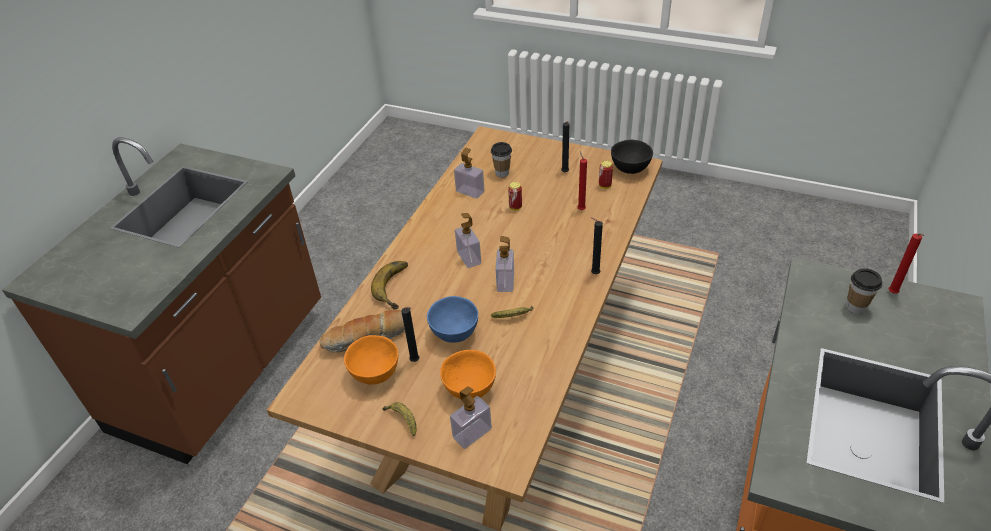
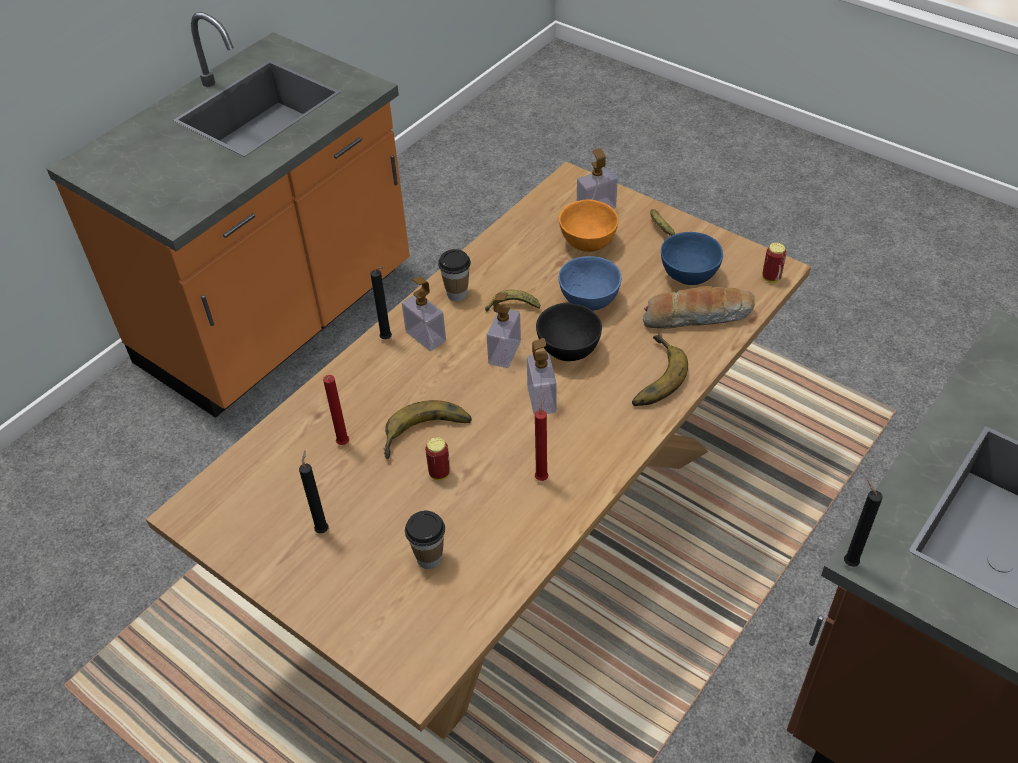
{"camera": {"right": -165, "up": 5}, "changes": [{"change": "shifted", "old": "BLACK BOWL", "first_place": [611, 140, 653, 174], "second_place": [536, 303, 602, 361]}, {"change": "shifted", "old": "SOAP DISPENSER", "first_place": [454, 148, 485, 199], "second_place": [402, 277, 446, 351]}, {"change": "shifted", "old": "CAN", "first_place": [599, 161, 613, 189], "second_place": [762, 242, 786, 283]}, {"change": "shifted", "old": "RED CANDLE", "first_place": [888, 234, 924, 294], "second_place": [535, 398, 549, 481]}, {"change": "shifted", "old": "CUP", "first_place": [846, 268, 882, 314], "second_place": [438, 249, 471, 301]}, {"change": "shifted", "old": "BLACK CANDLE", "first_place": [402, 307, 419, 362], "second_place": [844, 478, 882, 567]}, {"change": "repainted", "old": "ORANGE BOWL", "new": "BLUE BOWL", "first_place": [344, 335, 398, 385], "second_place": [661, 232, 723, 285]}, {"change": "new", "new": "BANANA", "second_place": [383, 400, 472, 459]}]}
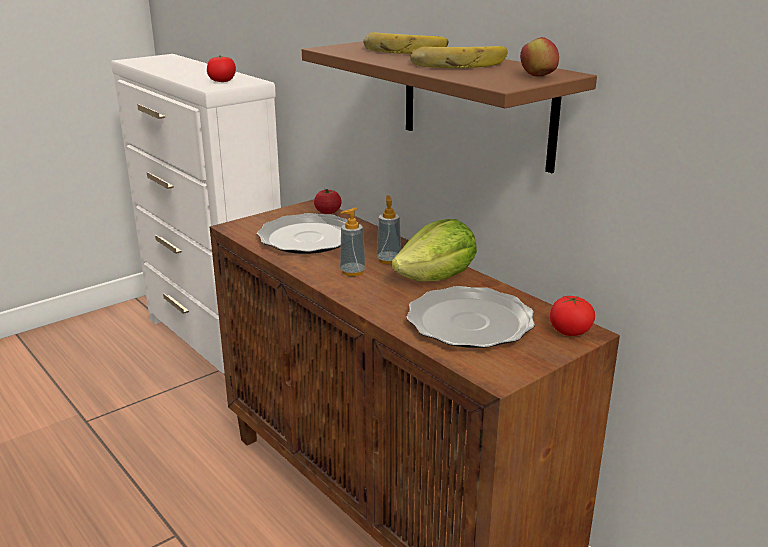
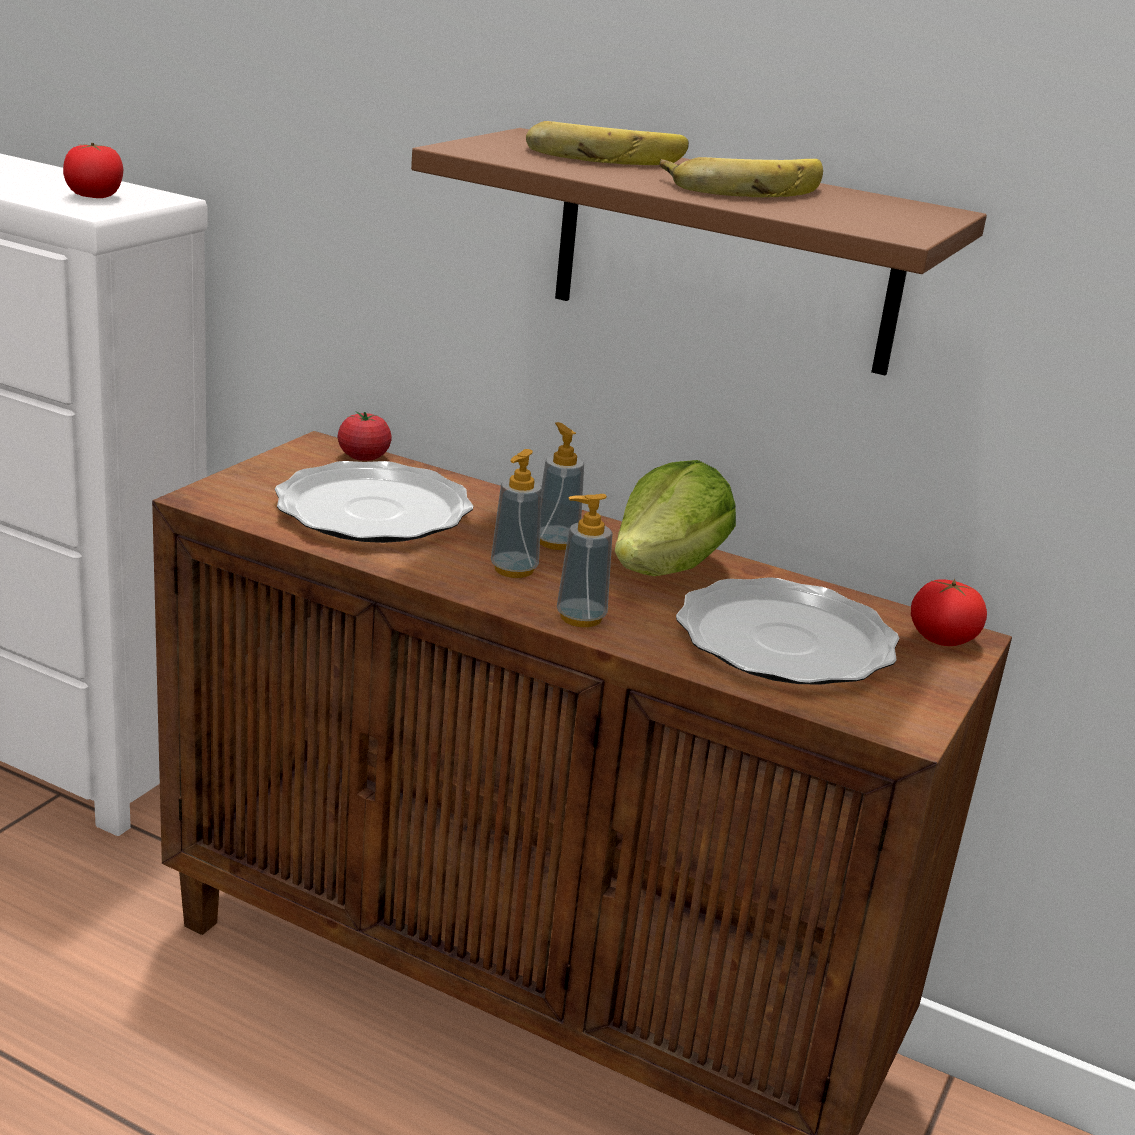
{"camera": {"right": -25, "up": 0}, "changes": [{"change": "gone", "old": "APPLE", "first_place": [520, 37, 559, 76]}, {"change": "new", "new": "SOAP DISPENSER", "second_place": [557, 494, 613, 627]}]}
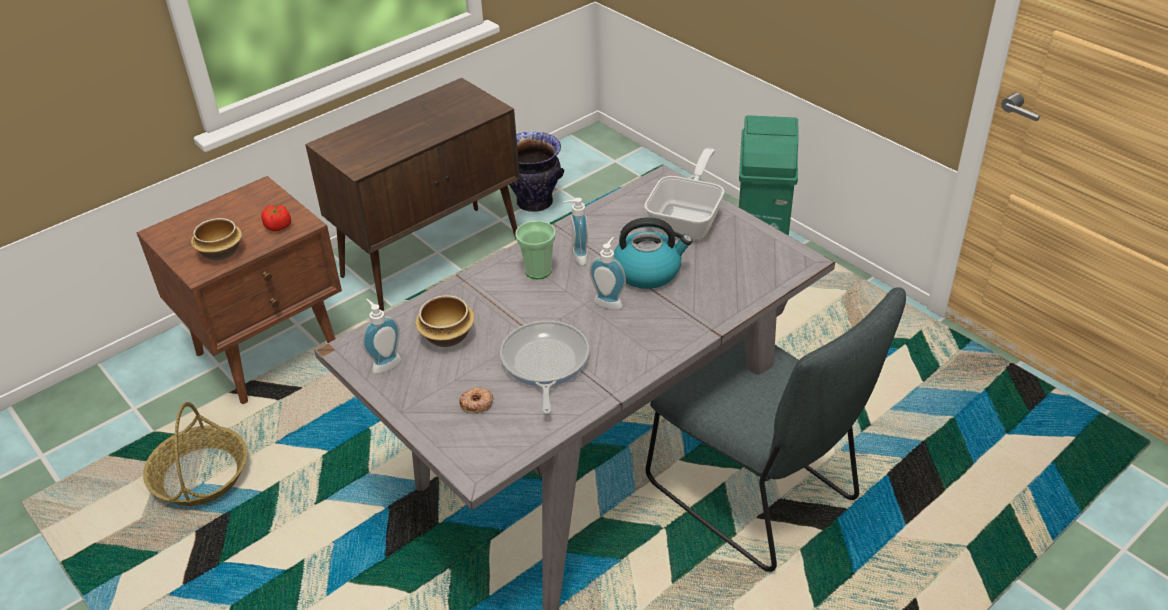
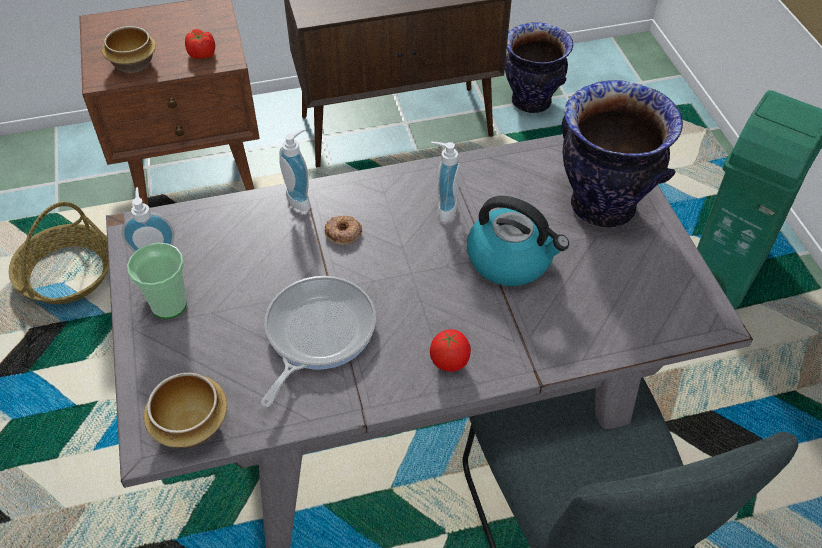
{"camera": {"right": 25, "up": 10}, "changes": [{"change": "swapped", "old": "FRYING PAN", "new": "VASE", "first_place": [644, 148, 724, 240], "second_place": [561, 80, 683, 228]}, {"change": "shifted", "old": "CUP", "first_place": [515, 221, 556, 279], "second_place": [127, 243, 187, 319]}, {"change": "shifted", "old": "SOAP DISPENSER", "first_place": [589, 237, 626, 310], "second_place": [279, 129, 311, 212]}, {"change": "shifted", "old": "BOWL", "first_place": [415, 295, 474, 347], "second_place": [144, 373, 227, 448]}, {"change": "shifted", "old": "DONUT", "first_place": [460, 387, 493, 414], "second_place": [325, 215, 362, 245]}, {"change": "new", "new": "TOMATO", "second_place": [430, 329, 471, 372]}]}
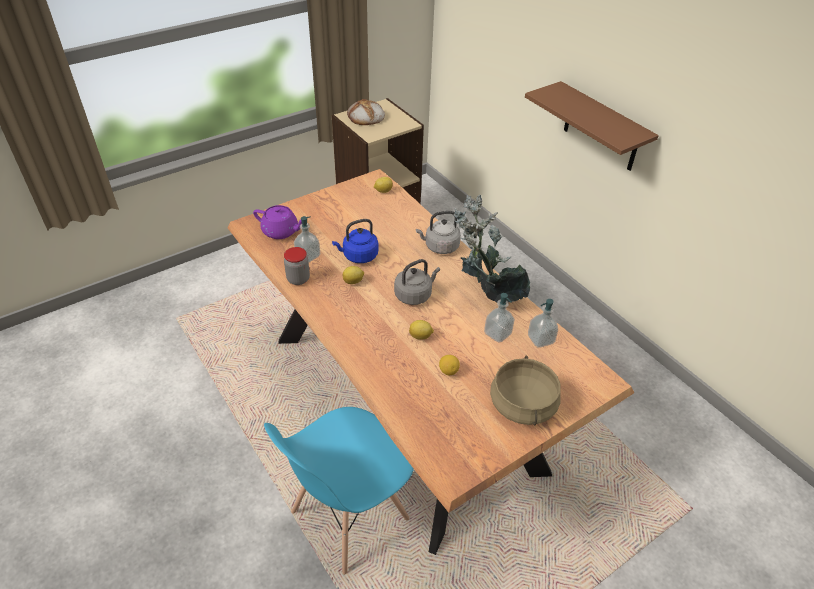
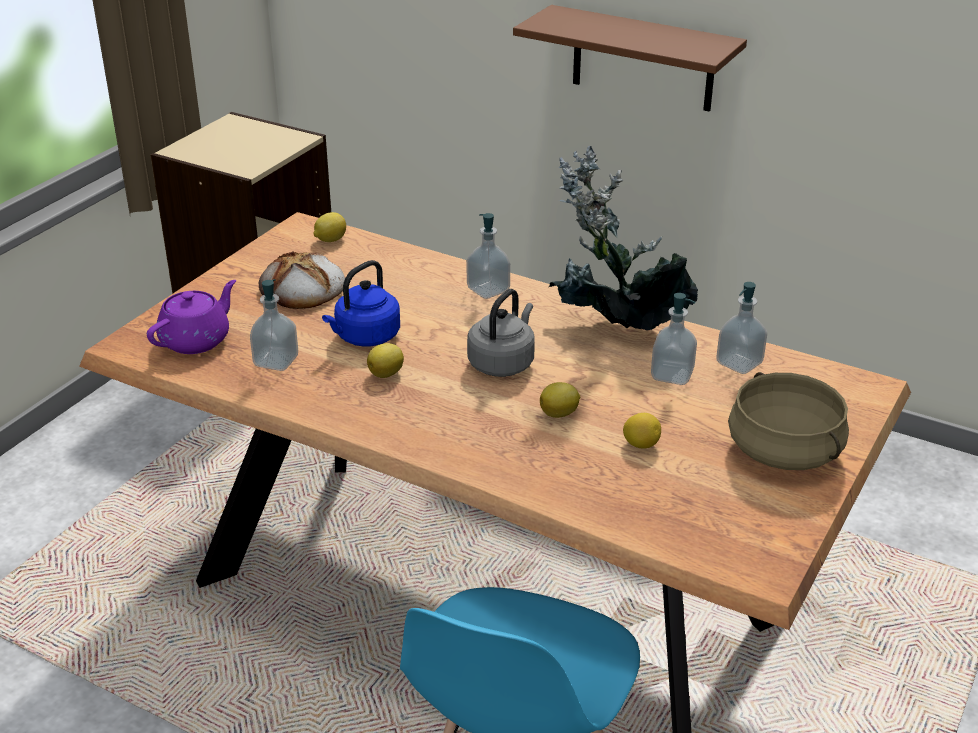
{"camera": {"right": -25, "up": -10}, "changes": [{"change": "shifted", "old": "BREAD", "first_place": [347, 99, 385, 125], "second_place": [259, 251, 345, 309]}, {"change": "rotated", "old": "PURPLE TEAPOT", "first_place": [253, 205, 302, 239], "second_place": [147, 280, 236, 354], "degrees": -45}, {"change": "swapped", "old": "GREY KETTLE", "new": "SOAP DISPENSER", "first_place": [416, 211, 461, 254], "second_place": [466, 213, 510, 299]}, {"change": "gone", "old": "JAR", "first_place": [284, 247, 310, 285]}]}
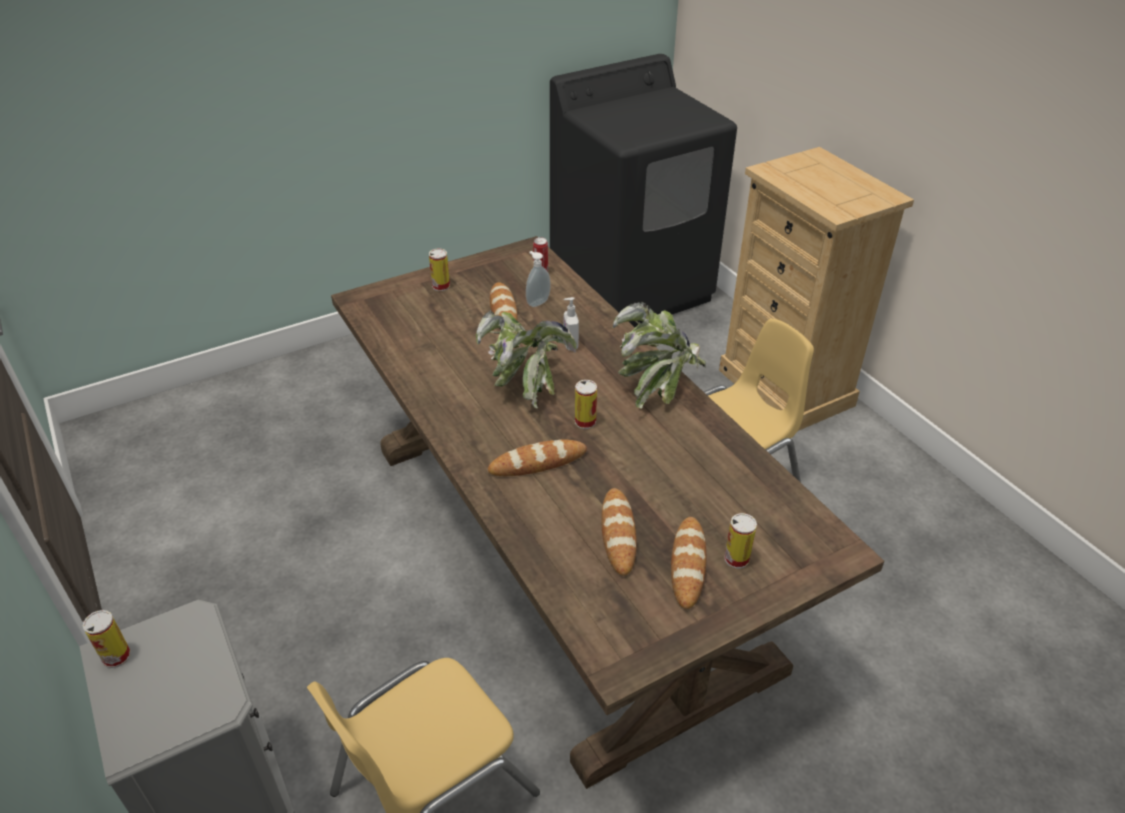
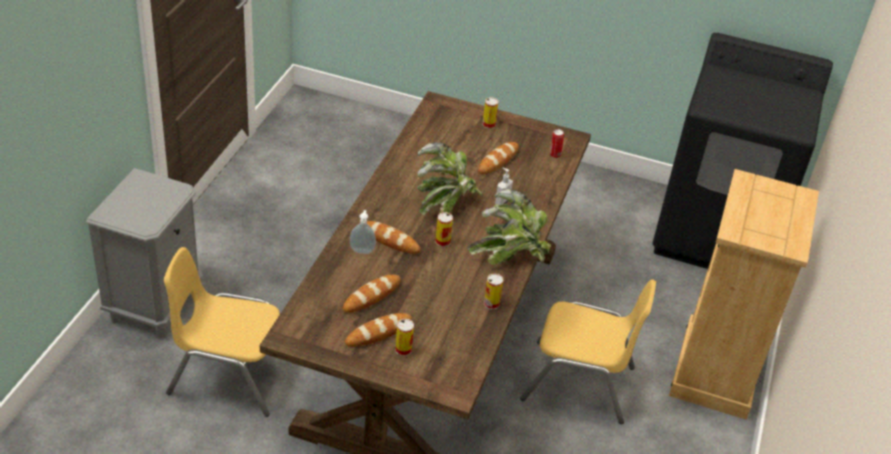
{"camera": {"right": 45, "up": 0}, "changes": [{"change": "shifted", "old": "SOAP DISPENSER", "first_place": [526, 251, 551, 307], "second_place": [350, 210, 376, 254]}, {"change": "shifted", "old": "CAN", "first_place": [83, 610, 131, 668], "second_place": [484, 273, 503, 310]}]}
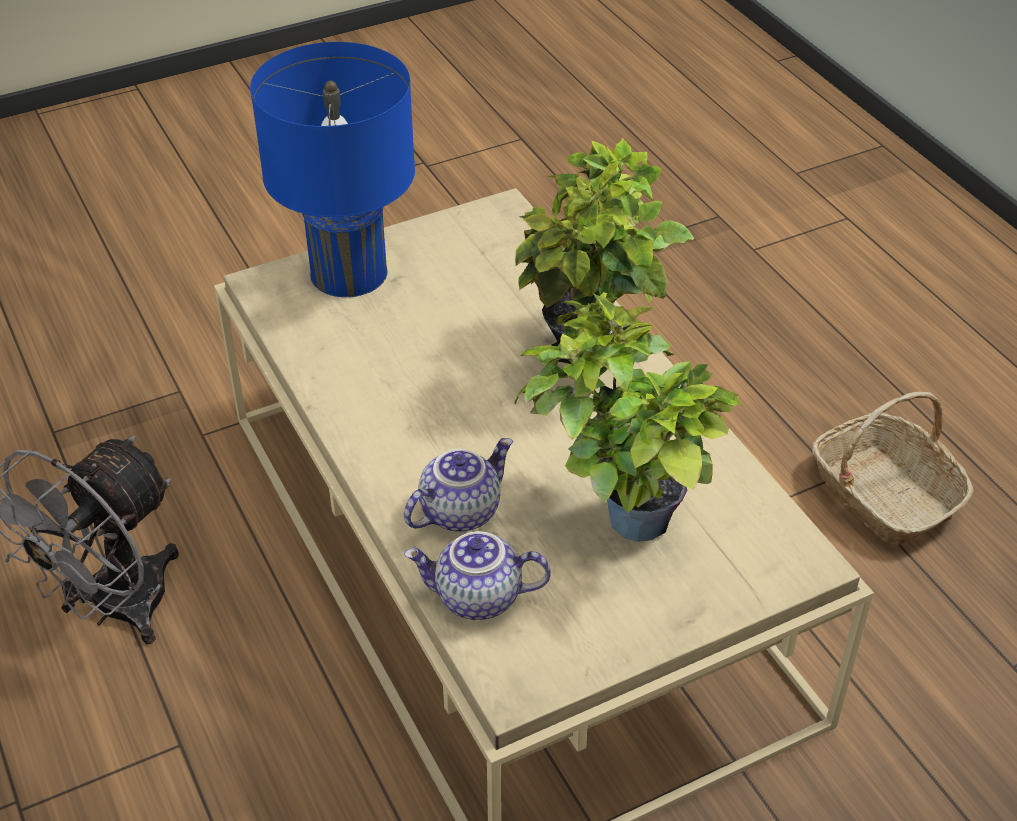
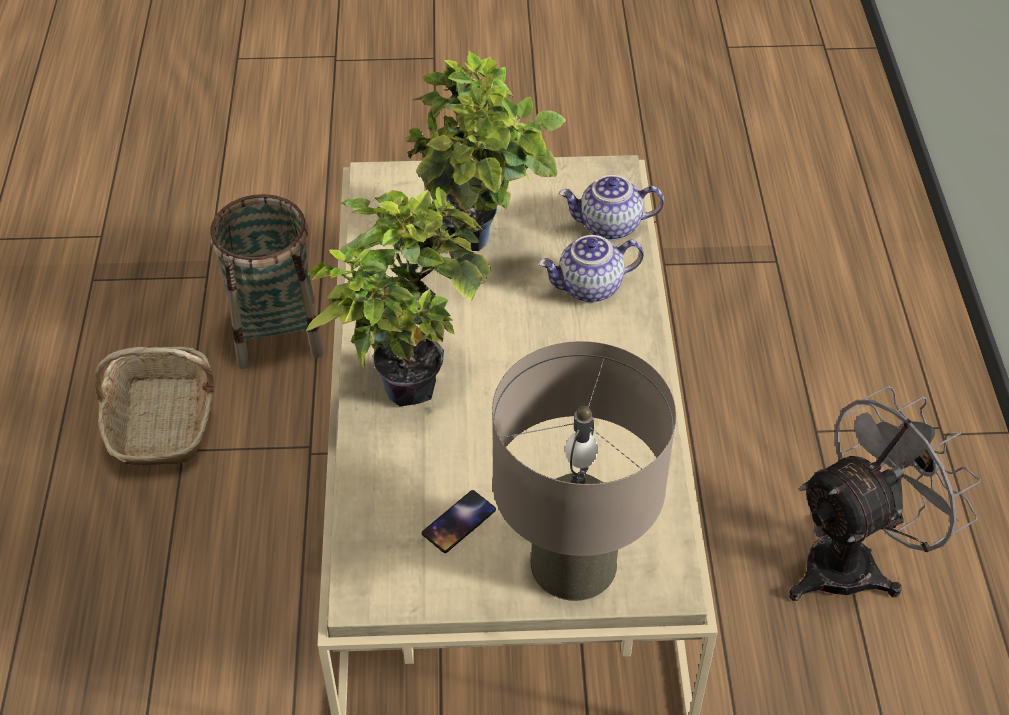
{"camera": {"right": -155, "up": 5}, "changes": [{"change": "repainted", "old": "BLUE TABLE LAMP", "new": "BEIGE TABLE LAMP", "first_place": [250, 42, 415, 297], "second_place": [492, 341, 676, 601]}, {"change": "rotated", "old": "TEAPOT", "first_place": [404, 531, 551, 620], "second_place": [559, 175, 664, 240], "degrees": 150}, {"change": "new", "new": "BASKET", "second_place": [210, 194, 323, 369]}, {"change": "new", "new": "PHONE", "second_place": [422, 490, 496, 553]}]}
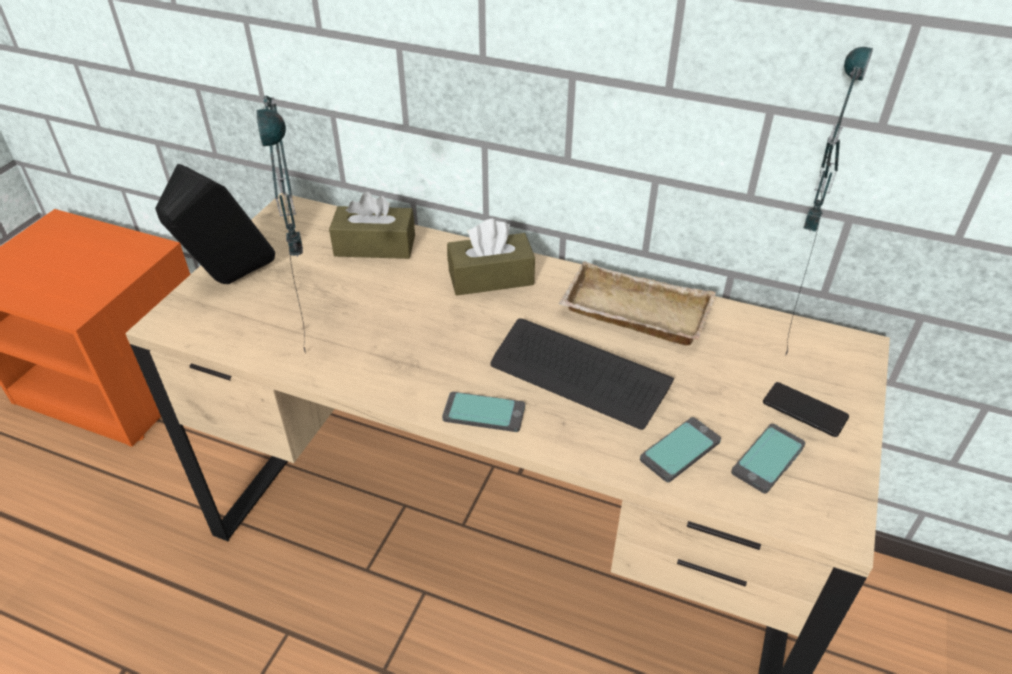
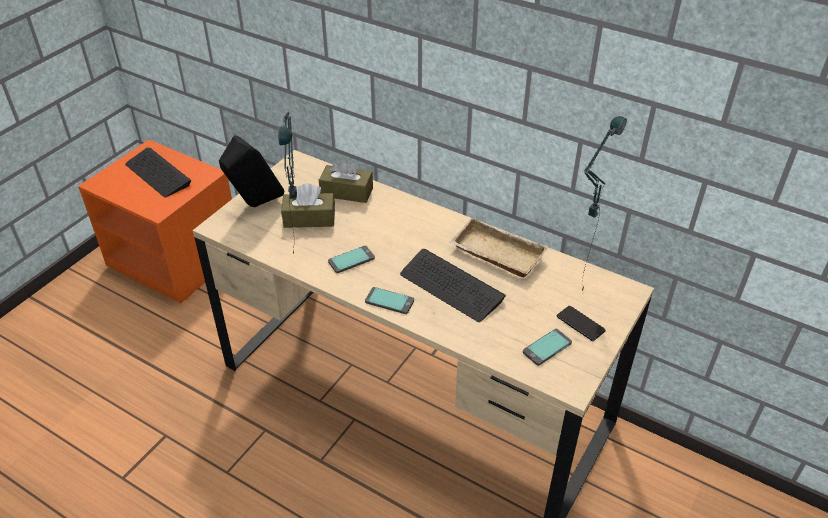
{"camera": {"right": 10, "up": 0}, "changes": [{"change": "shifted", "old": "BROWN TISSUE BOX", "first_place": [447, 219, 535, 296], "second_place": [281, 183, 335, 228]}, {"change": "shifted", "old": "PHONE", "first_place": [640, 417, 721, 482], "second_place": [328, 246, 375, 273]}, {"change": "new", "new": "KEYBOARD", "second_place": [125, 148, 192, 198]}]}
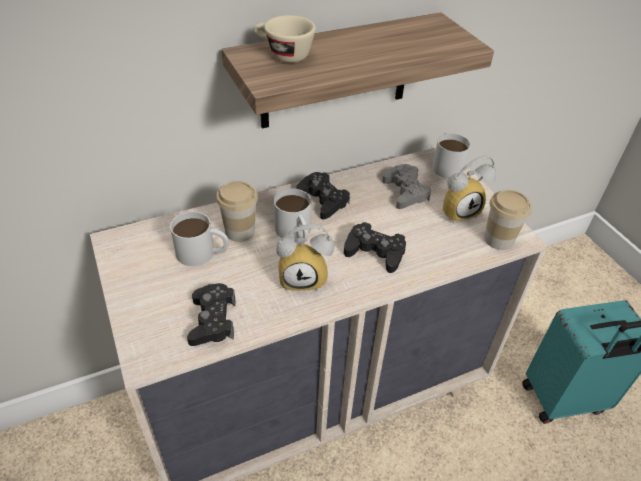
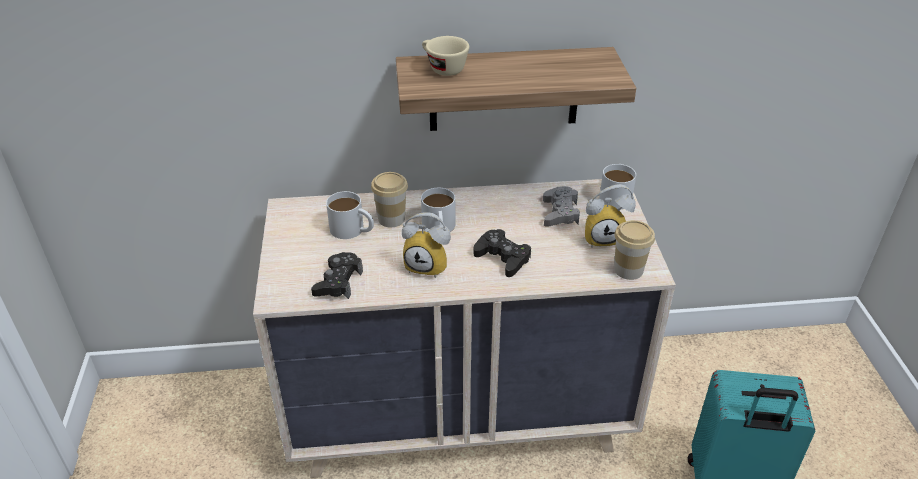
{"camera": {"right": 20, "up": -5}, "changes": [{"change": "gone", "old": "BLACK GAME CONTROLLER", "first_place": [296, 172, 350, 220]}]}
